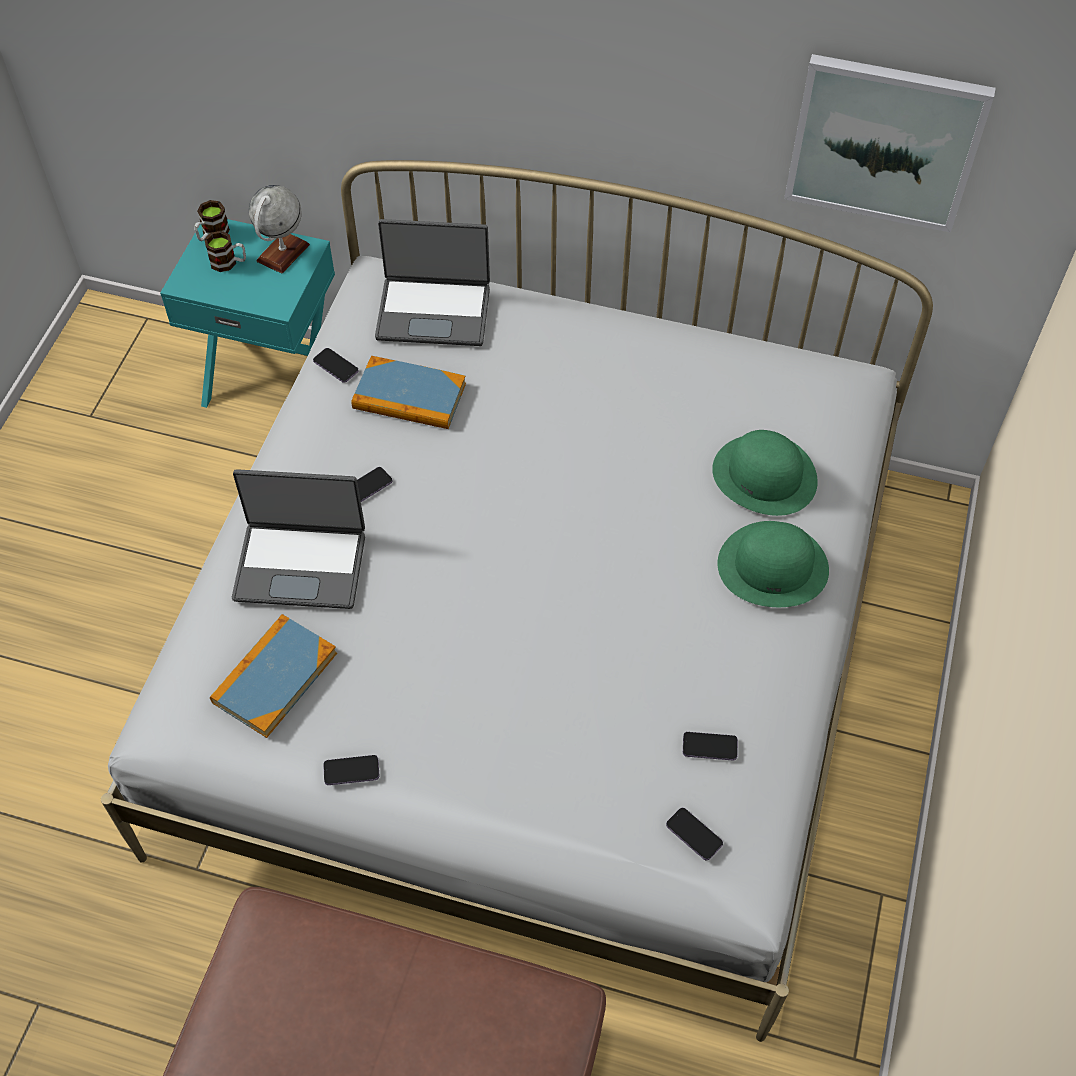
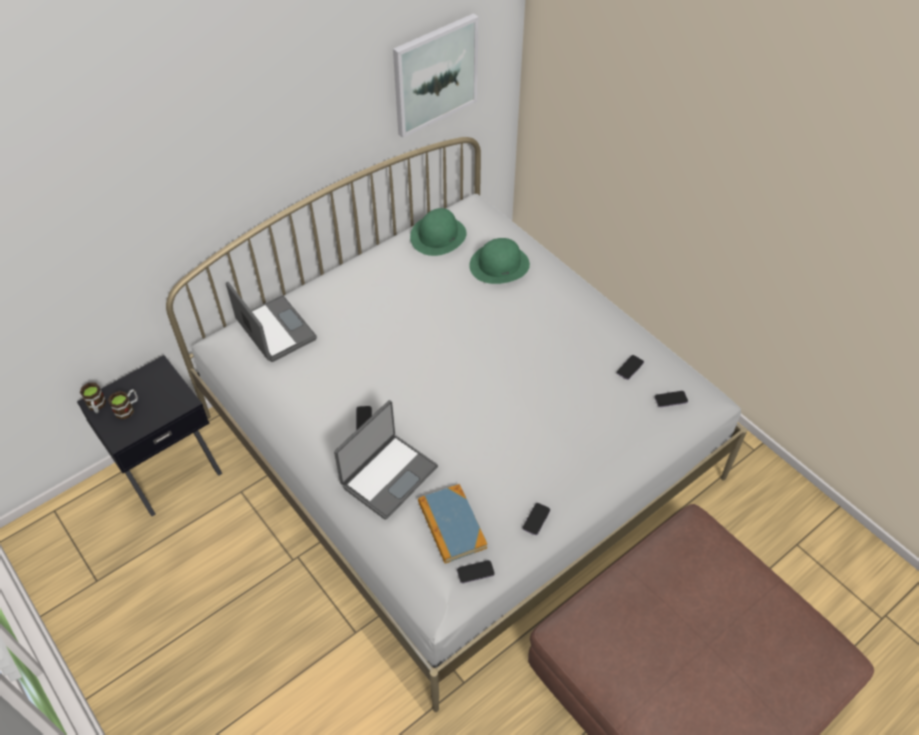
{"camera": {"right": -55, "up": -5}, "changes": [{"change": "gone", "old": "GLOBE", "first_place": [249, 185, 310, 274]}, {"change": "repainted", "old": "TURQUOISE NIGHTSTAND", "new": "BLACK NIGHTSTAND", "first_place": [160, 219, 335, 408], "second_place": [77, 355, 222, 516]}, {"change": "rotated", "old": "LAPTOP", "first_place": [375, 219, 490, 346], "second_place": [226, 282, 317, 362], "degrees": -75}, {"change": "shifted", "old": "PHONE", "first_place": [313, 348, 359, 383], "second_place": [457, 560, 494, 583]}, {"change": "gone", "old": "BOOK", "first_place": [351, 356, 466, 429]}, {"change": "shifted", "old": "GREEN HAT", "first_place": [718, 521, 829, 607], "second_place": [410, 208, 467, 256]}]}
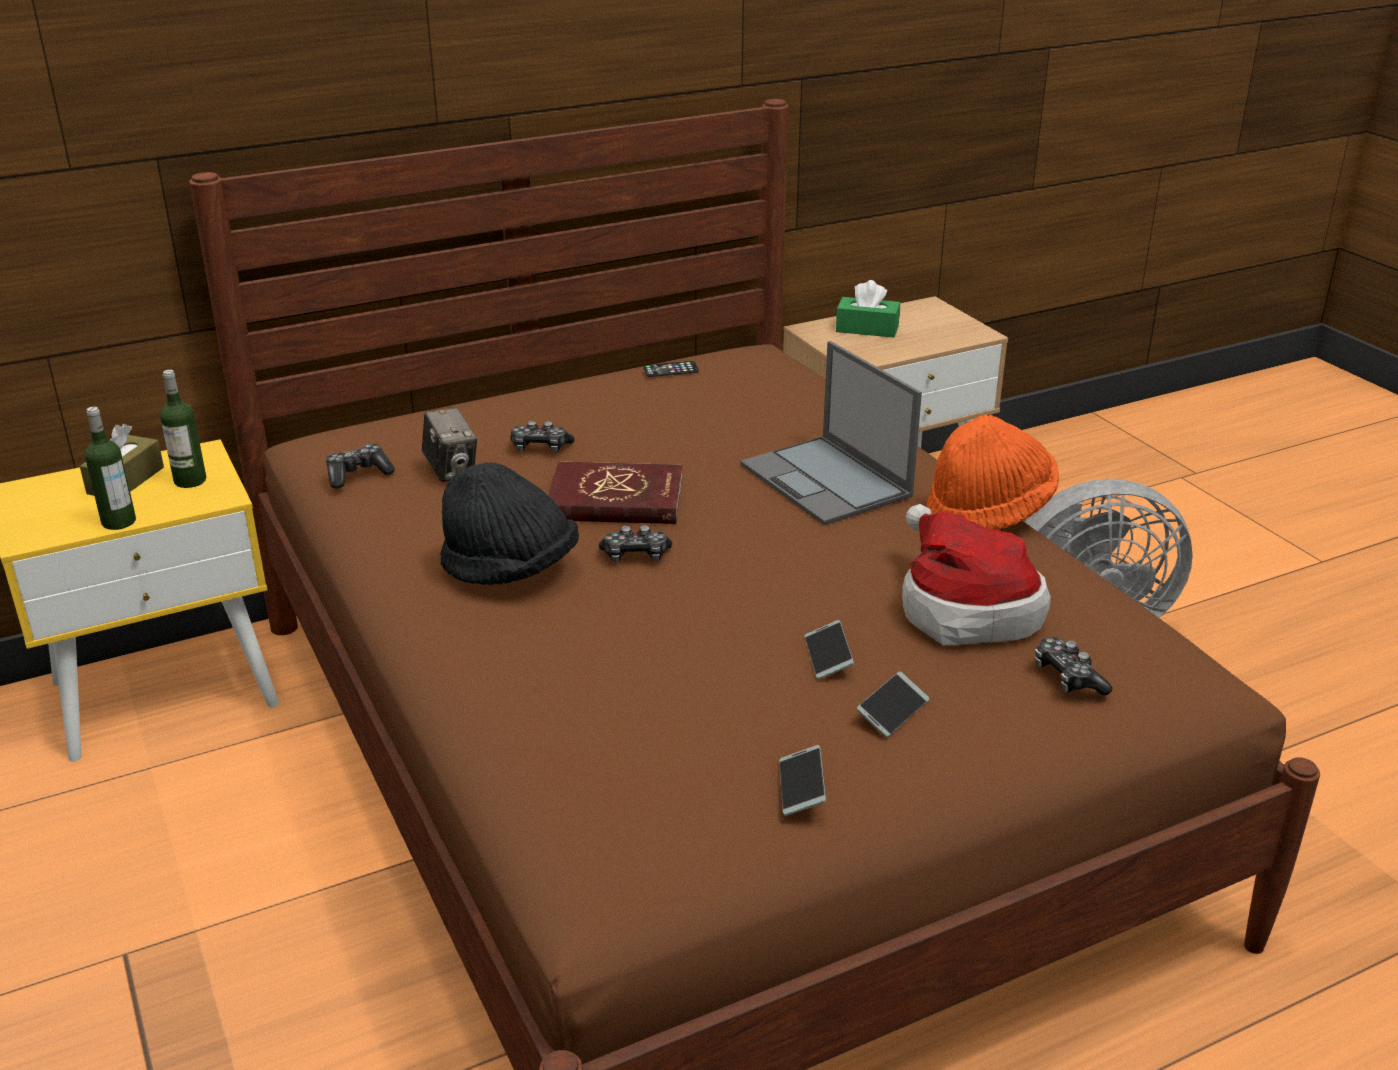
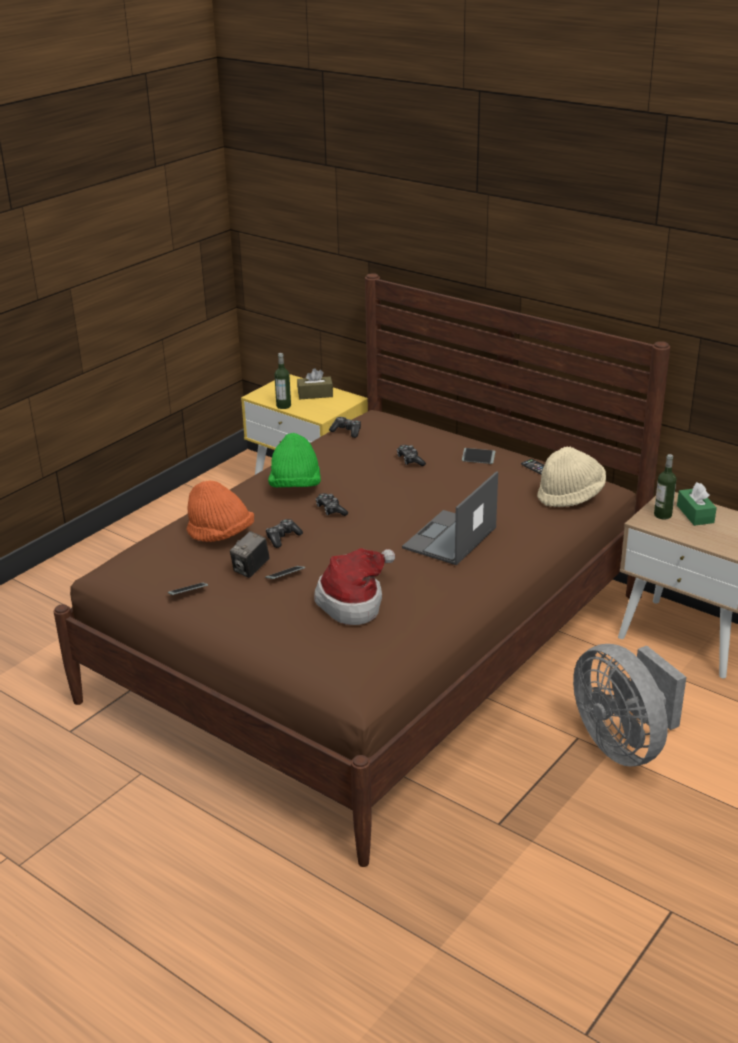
{"camera": {"right": 65, "up": 0}, "changes": [{"change": "shifted", "old": "BOTTLE", "first_place": [160, 370, 206, 488], "second_place": [654, 454, 677, 519]}, {"change": "shifted", "old": "PHOTO CAMERA", "first_place": [422, 408, 477, 482], "second_place": [230, 531, 270, 578]}, {"change": "shifted", "old": "ORANGE HAT", "first_place": [926, 414, 1059, 530], "second_place": [186, 481, 254, 542]}, {"change": "gone", "old": "RED BOOK", "first_place": [548, 461, 682, 524]}, {"change": "repainted", "old": "BLACK HAT", "new": "GREEN HAT", "first_place": [440, 462, 579, 585], "second_place": [268, 433, 321, 488]}, {"change": "shifted", "old": "GAME CONTROLLER", "first_place": [1035, 637, 1113, 696], "second_place": [266, 519, 303, 548]}, {"change": "shifted", "old": "PHONE", "first_place": [857, 672, 929, 737], "second_place": [462, 448, 495, 464]}, {"change": "new", "new": "BEIGE HAT", "second_place": [537, 446, 606, 507]}]}
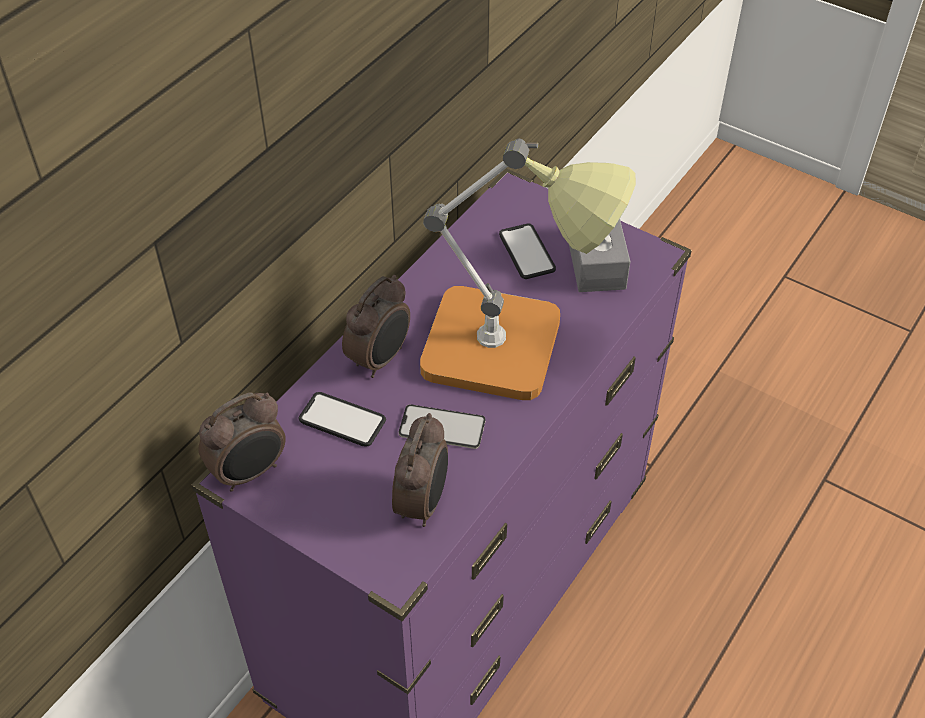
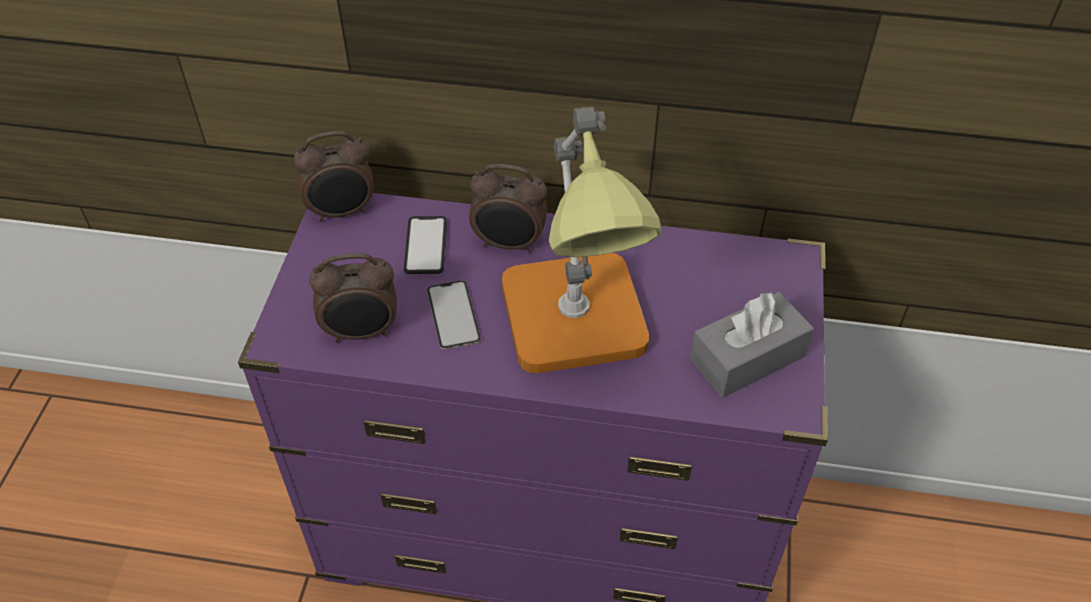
{"camera": {"right": 65, "up": 0}, "changes": [{"change": "gone", "old": "PHONE", "first_place": [499, 223, 556, 279]}, {"change": "rotated", "old": "ALARM CLOCK", "first_place": [199, 393, 286, 492], "second_place": [294, 131, 374, 222], "degrees": -45}]}
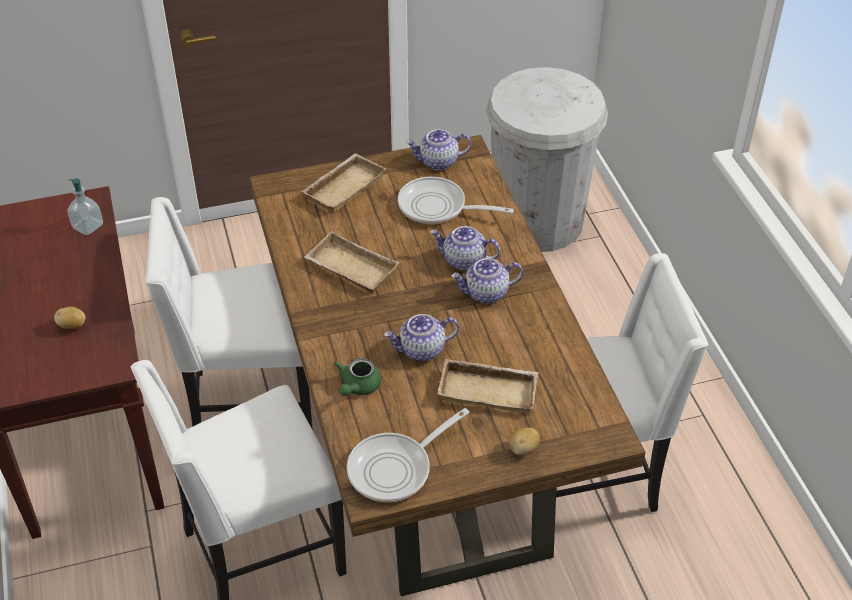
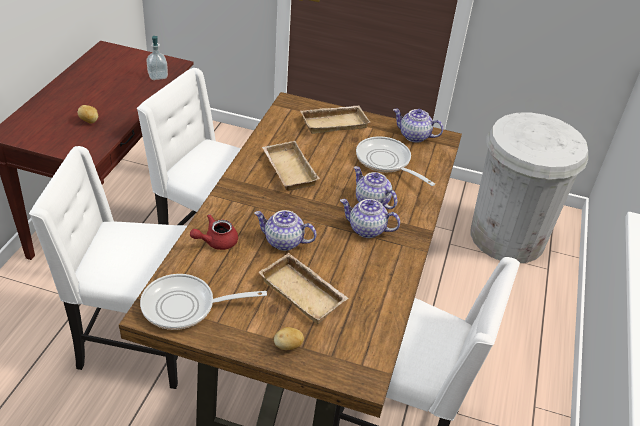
{"camera": {"right": 30, "up": -5}, "changes": [{"change": "repainted", "old": "GREEN TEAPOT", "new": "RED TEAPOT", "first_place": [334, 358, 382, 396], "second_place": [190, 214, 238, 250]}]}
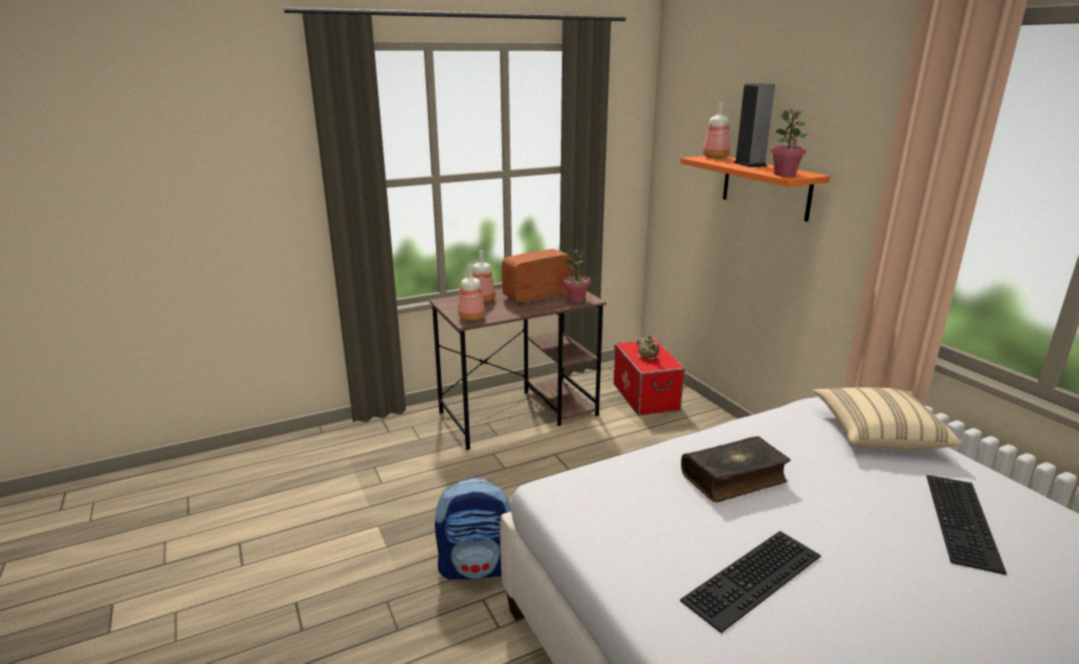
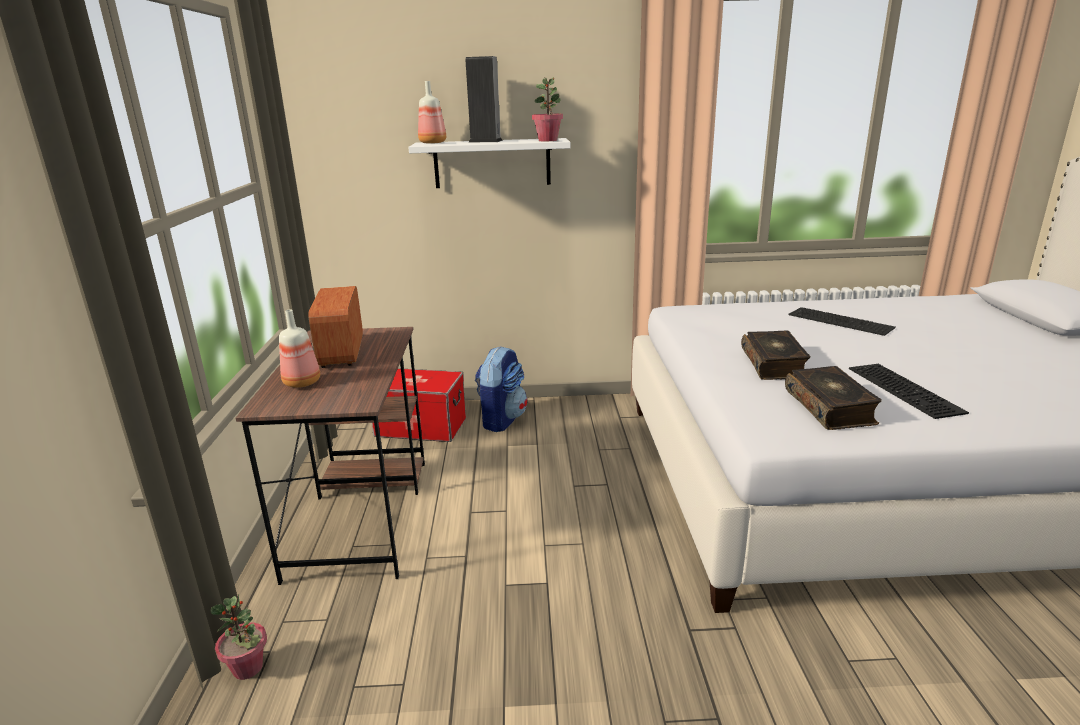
{"camera": {"right": -65, "up": 0}, "changes": [{"change": "repainted", "old": "ORANGE SHELF", "new": "WHITE SHELF", "first_place": [680, 156, 830, 222], "second_place": [408, 138, 571, 188]}, {"change": "shifted", "old": "POTTED PLANT", "first_place": [563, 249, 590, 303], "second_place": [211, 595, 267, 680]}, {"change": "gone", "old": "BOTTLE", "first_place": [458, 265, 485, 321]}, {"change": "gone", "old": "BEIGE TEAPOT", "first_place": [637, 335, 659, 358]}, {"change": "gone", "old": "BEIGE PILLOW", "first_place": [813, 387, 962, 450]}, {"change": "shifted", "old": "BACKPACK", "first_place": [435, 478, 511, 580], "second_place": [475, 346, 527, 432]}, {"change": "new", "new": "BOOK", "second_place": [785, 366, 882, 430]}]}
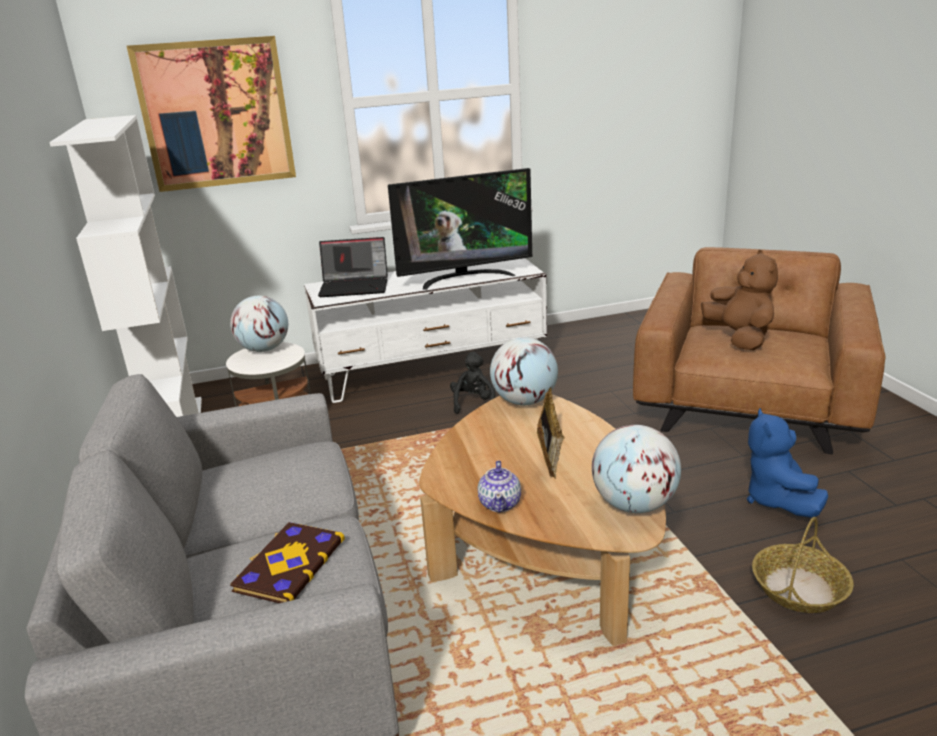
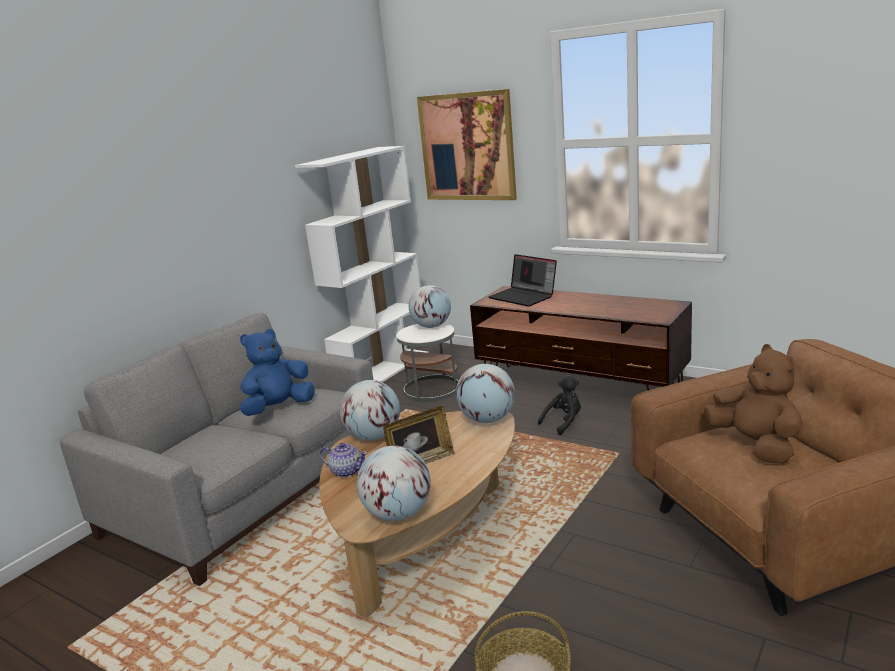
{"camera": {"right": 50, "up": -5}, "changes": [{"change": "gone", "old": "TELEVISION", "first_place": [388, 168, 532, 290]}, {"change": "rotated", "old": "BROWN PLUSH TOY", "first_place": [701, 250, 778, 350], "second_place": [704, 344, 803, 463], "degrees": -60}, {"change": "repainted", "old": "WHITE TV STAND", "new": "BROWN TV STAND", "first_place": [304, 258, 547, 403], "second_place": [470, 286, 692, 391]}, {"change": "shifted", "old": "BLUE PLUSH TOY", "first_place": [747, 408, 828, 518], "second_place": [240, 329, 315, 416]}, {"change": "rotated", "old": "TEAPOT", "first_place": [478, 460, 521, 513], "second_place": [320, 443, 368, 478], "degrees": -120}, {"change": "gone", "old": "BOOK", "first_place": [230, 522, 345, 603]}, {"change": "new", "new": "GLOBE", "second_place": [340, 380, 400, 440]}]}
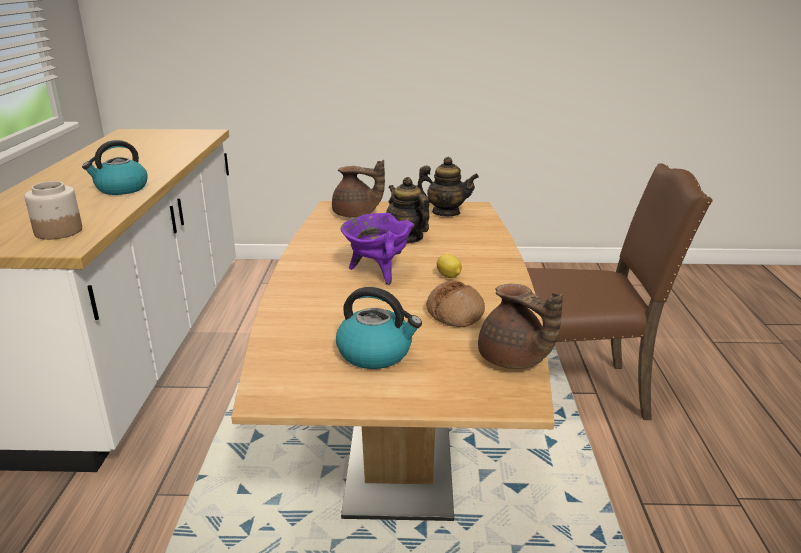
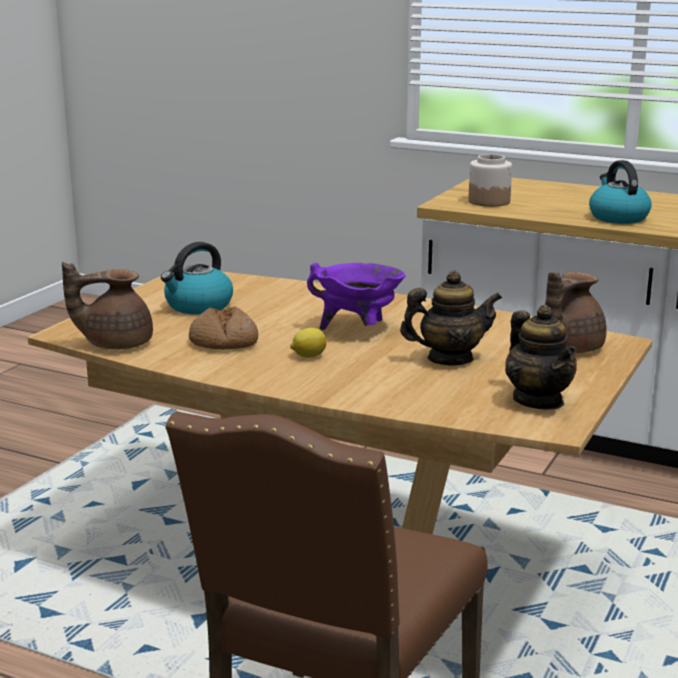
{"camera": {"right": 115, "up": -5}, "changes": [{"change": "rotated", "old": "TEAPOT", "first_place": [417, 157, 479, 216], "second_place": [505, 305, 577, 410], "degrees": -60}]}
